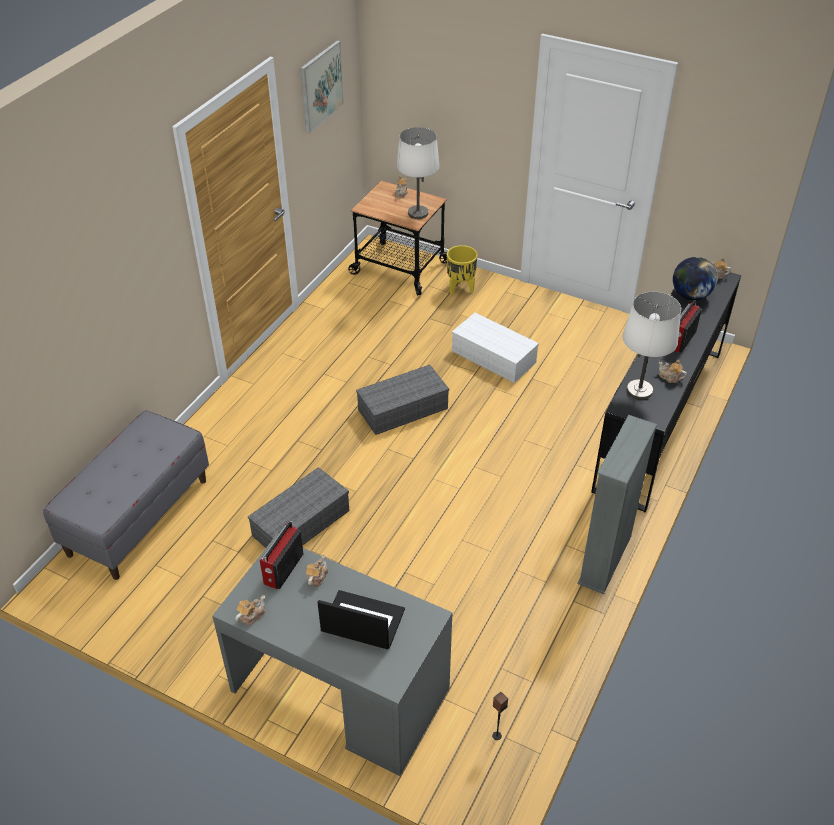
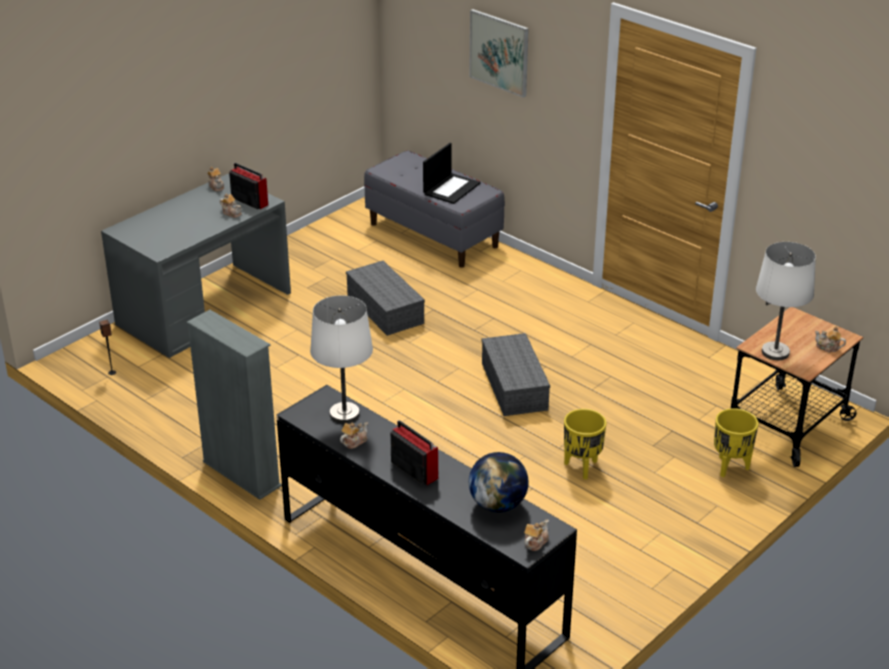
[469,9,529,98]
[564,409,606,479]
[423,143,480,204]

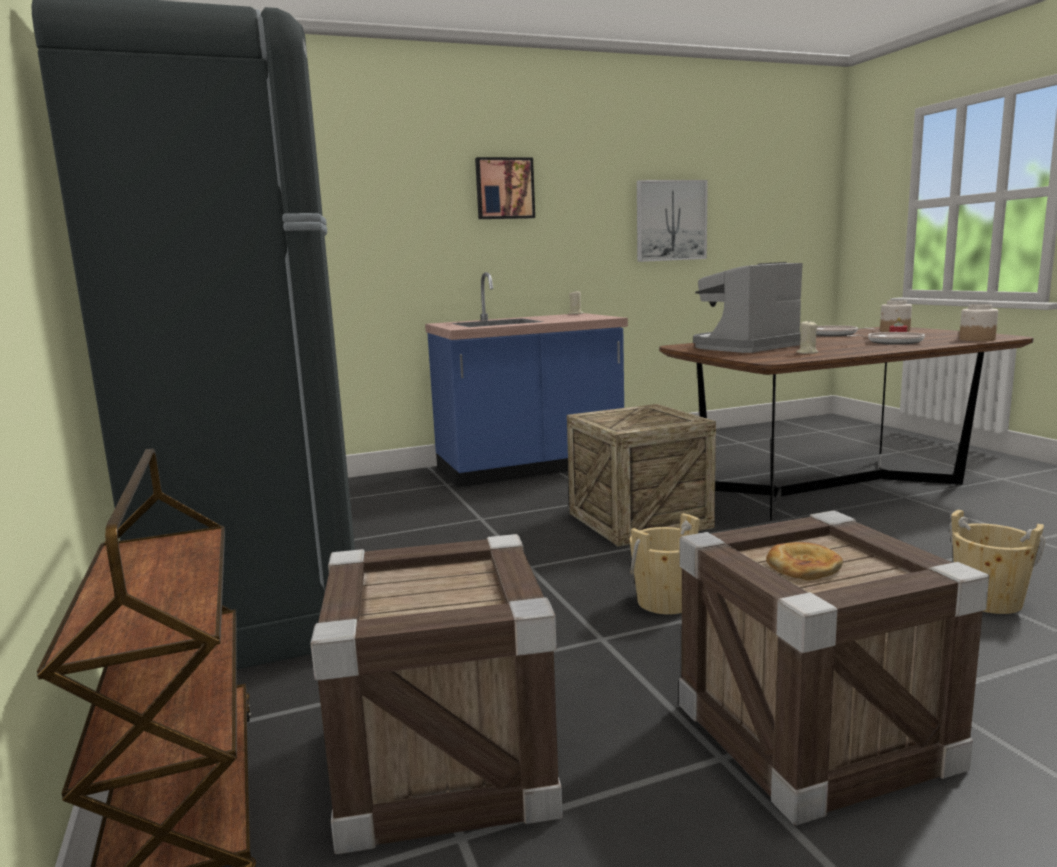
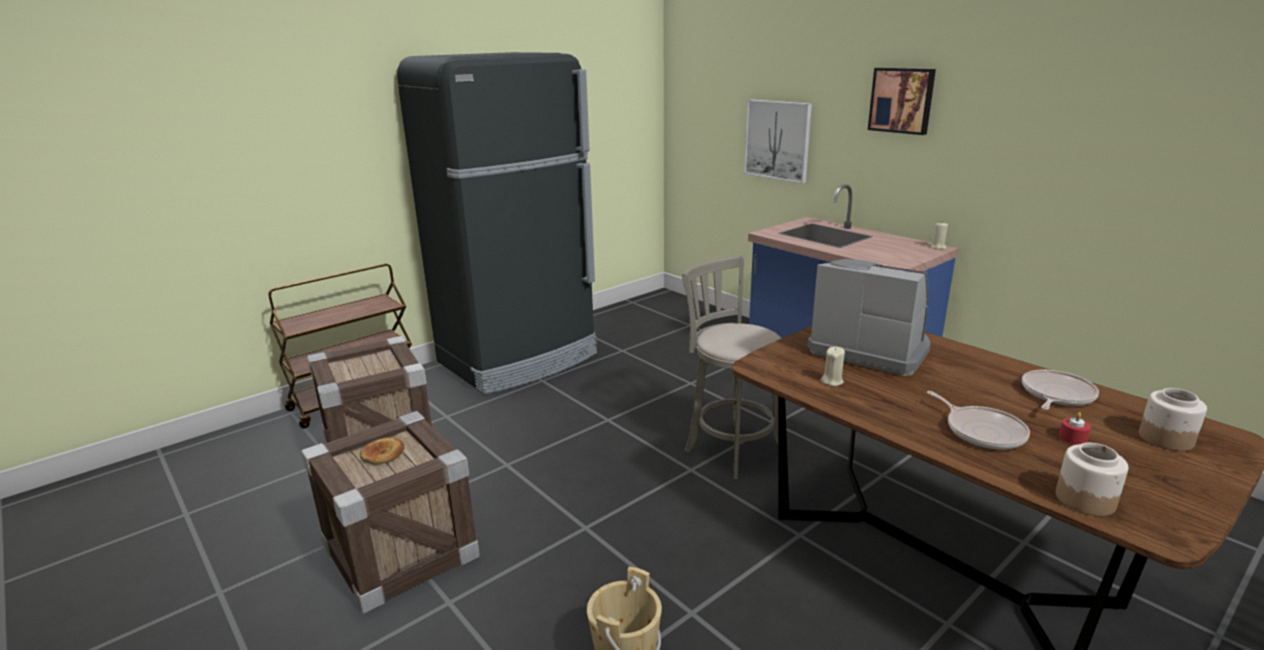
[744,99,812,184]
[682,255,782,480]
[629,513,700,614] (first image)

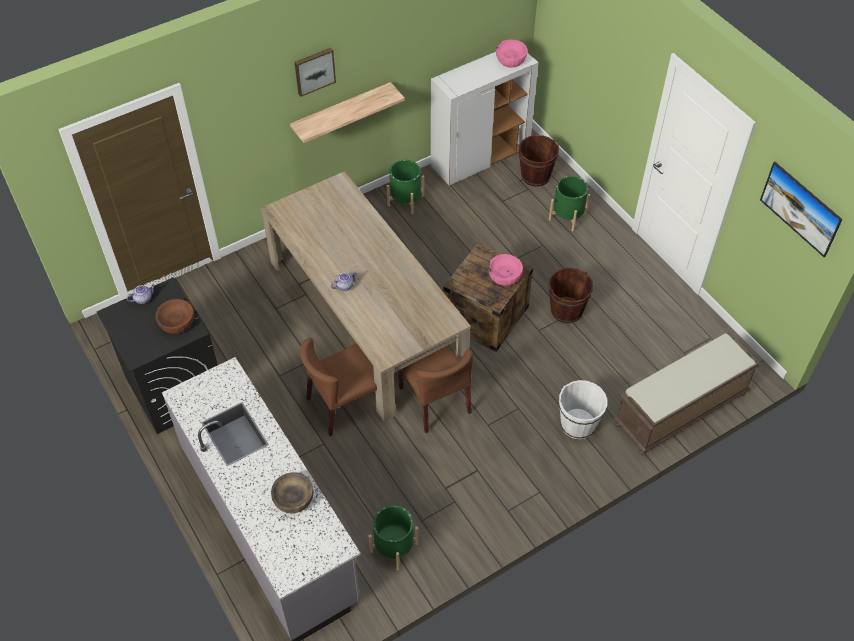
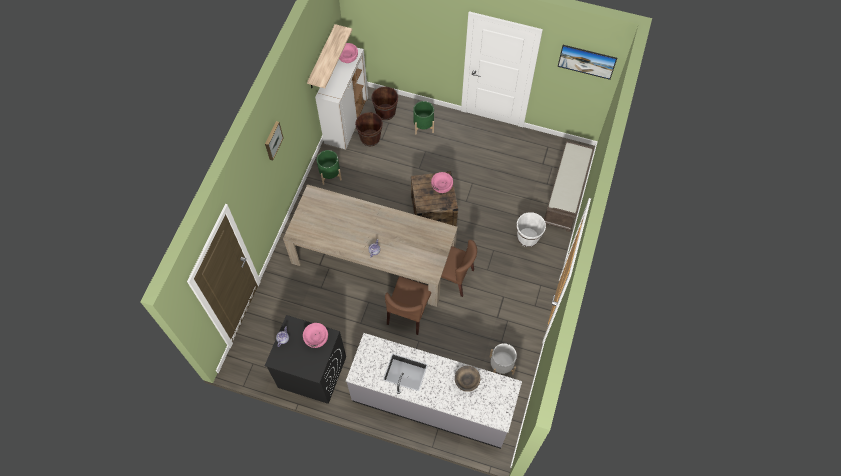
[307,24,352,88]
[355,112,383,146]
[303,323,328,348]
[490,343,517,375]

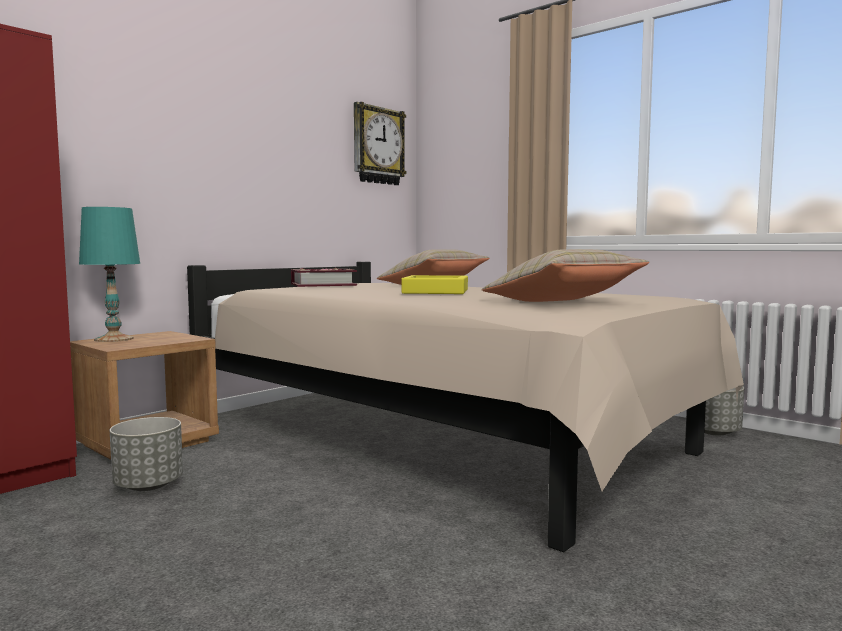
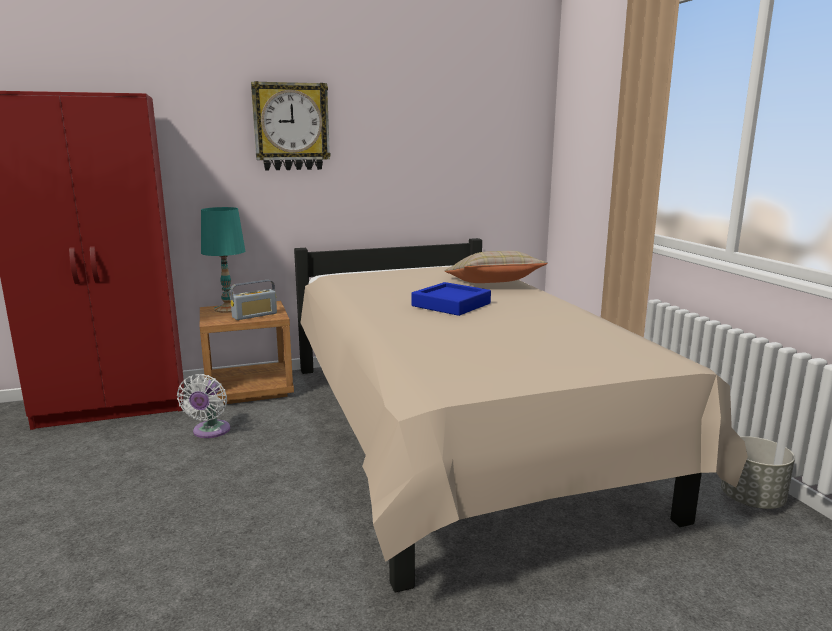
[251,81,331,171]
[482,249,650,302] (first image)
[291,268,357,287] (first image)
[411,282,491,316]
[177,374,230,438]
[230,280,277,320]

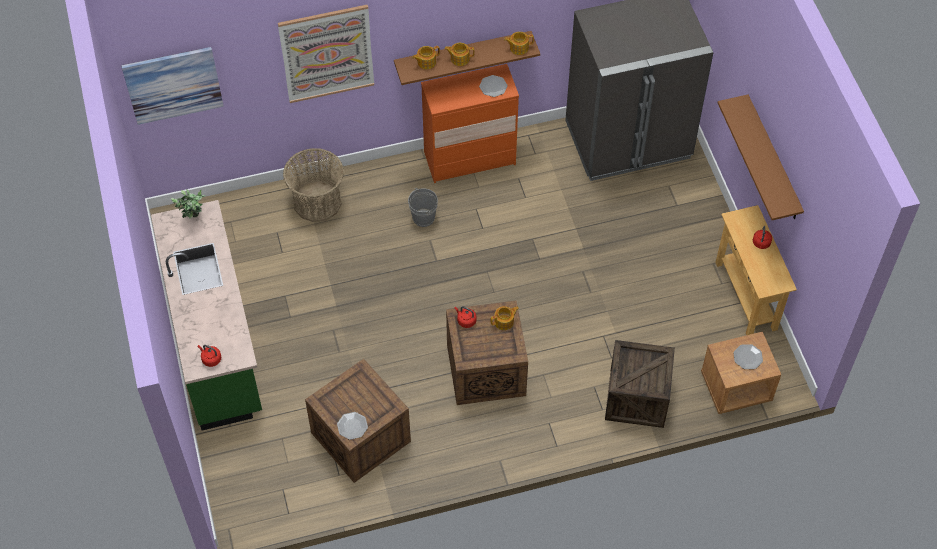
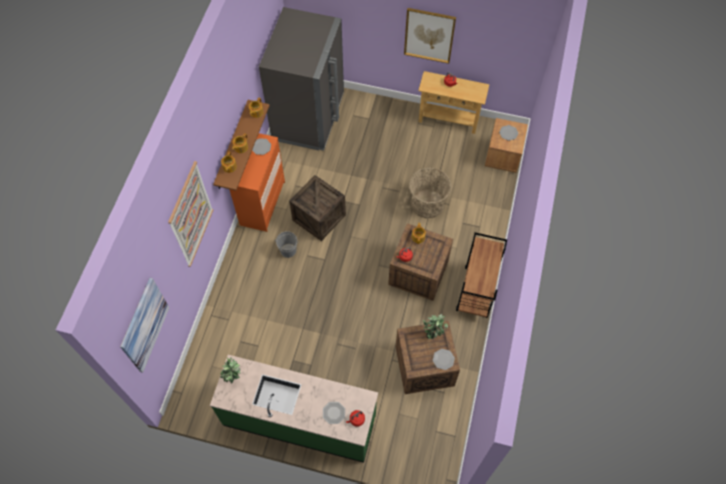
[404,8,456,64]
[409,168,452,218]
[289,175,346,241]
[456,232,507,318]
[423,314,448,339]
[323,402,345,424]

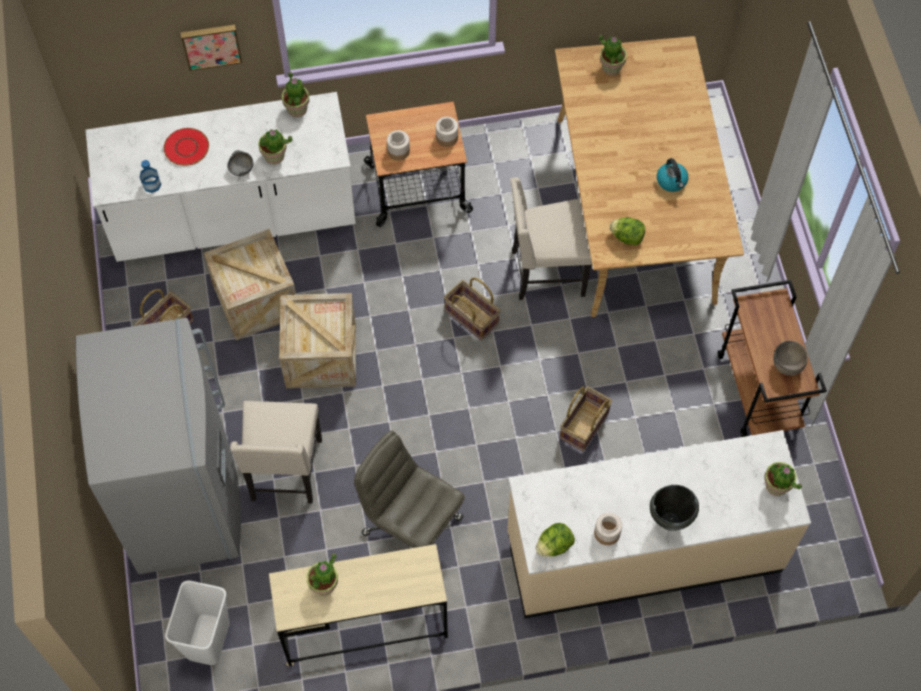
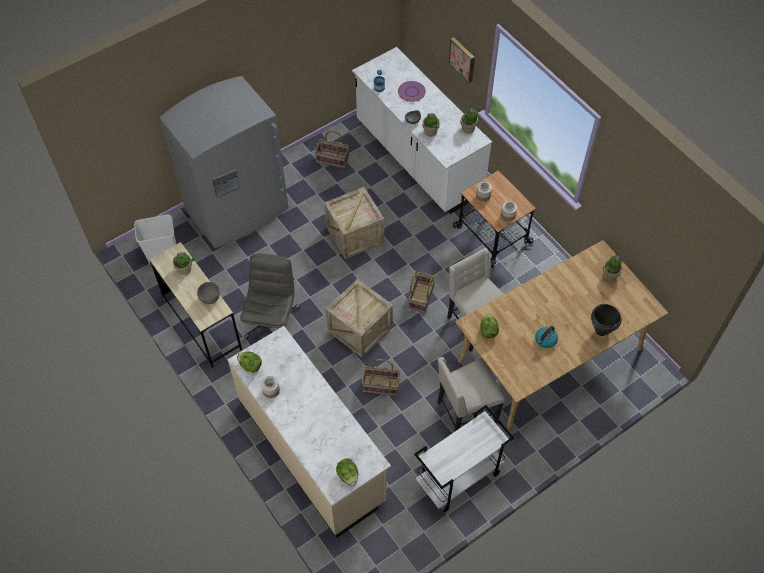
[398,81,426,102]
[326,279,393,358]
[414,405,514,513]
[197,282,220,304]
[437,357,505,433]
[336,458,358,486]
[591,304,621,336]

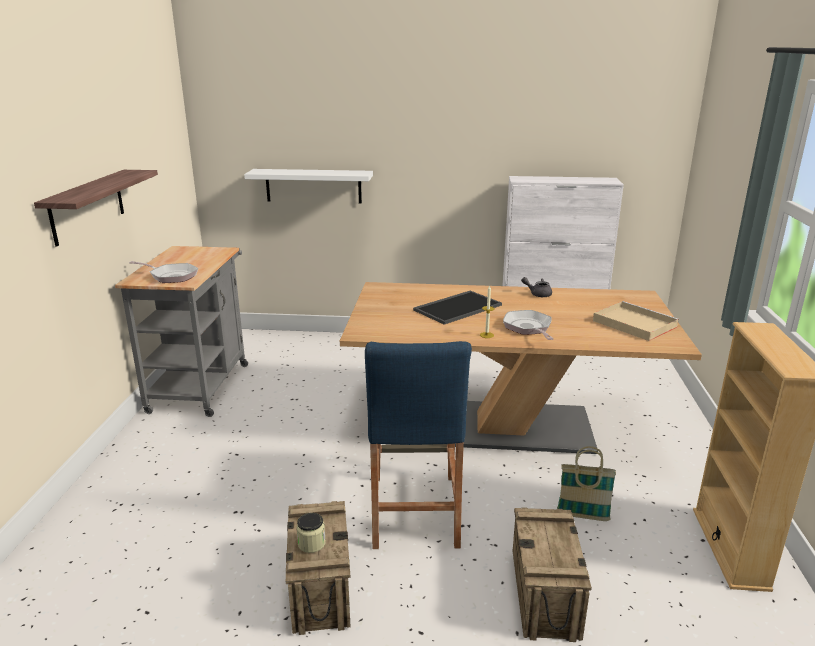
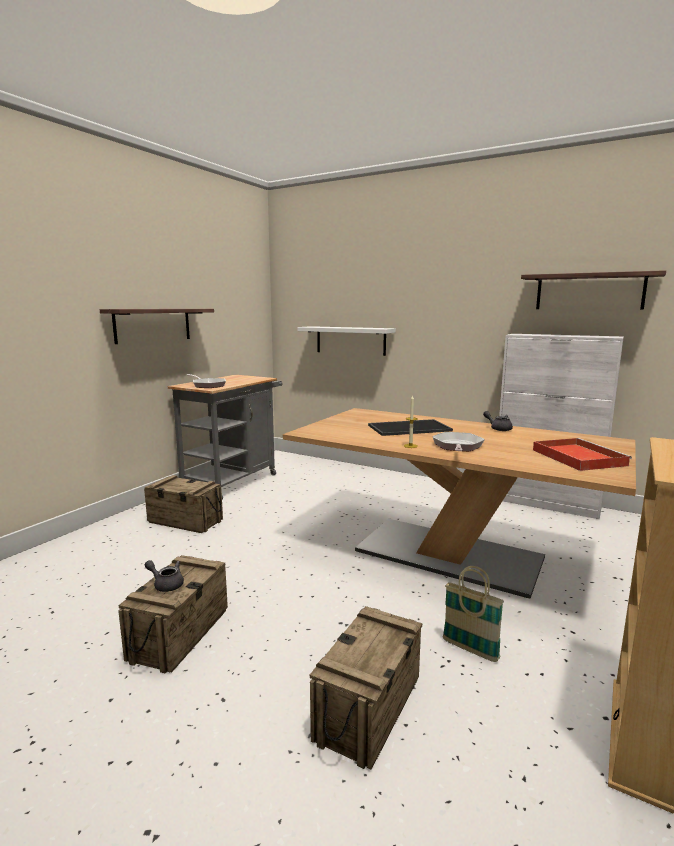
[533,438,632,471]
[365,341,472,549] (first image)
[145,560,184,592]
[521,270,666,309]
[144,475,223,533]

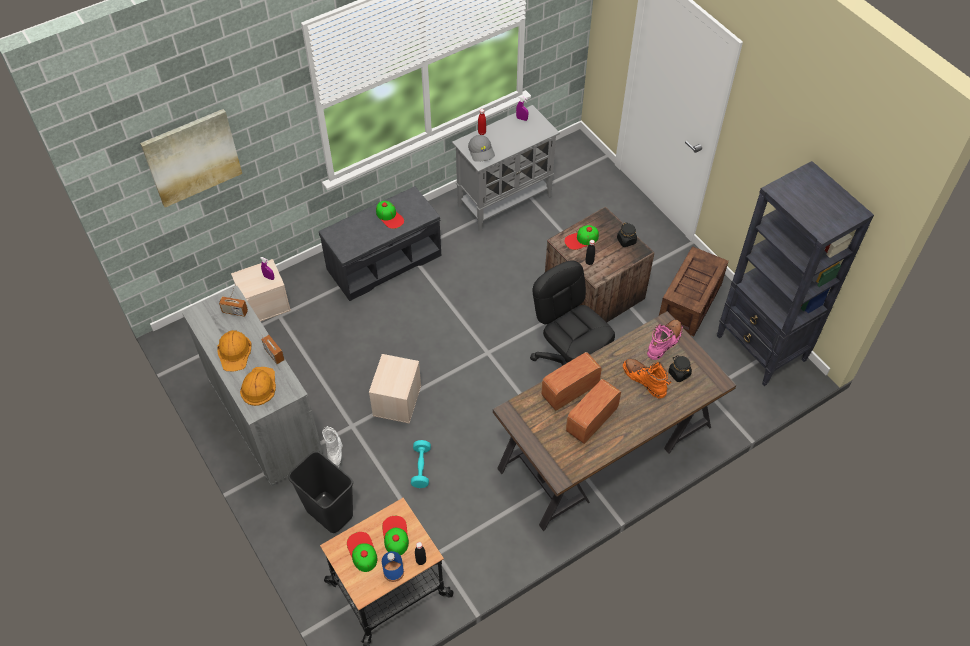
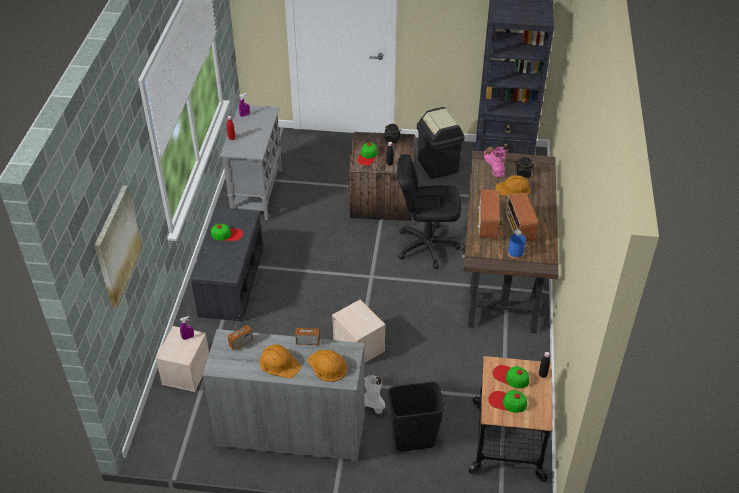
[468,135,495,162] (first image)
[417,107,464,179]
[495,175,531,196]
[411,440,431,488] (first image)
[508,230,526,260]

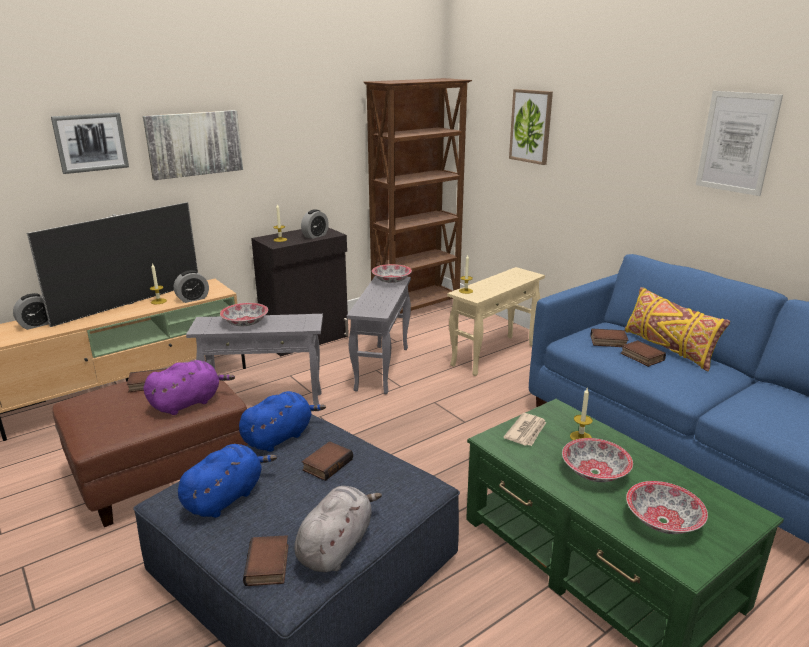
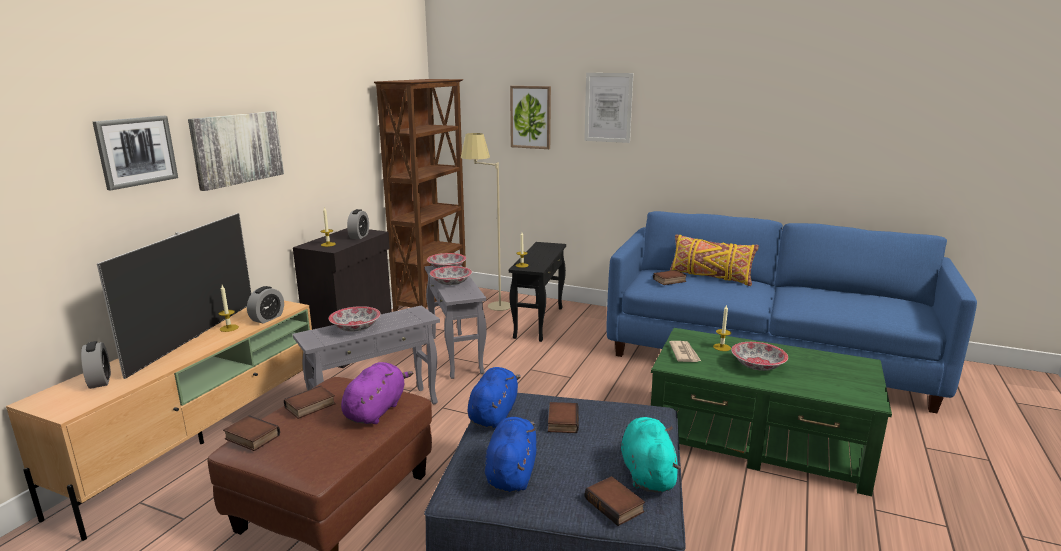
[584,73,633,143]
[509,242,566,342]
[81,341,111,389]
[223,415,280,451]
[430,266,472,285]
[621,417,681,492]
[461,133,511,311]

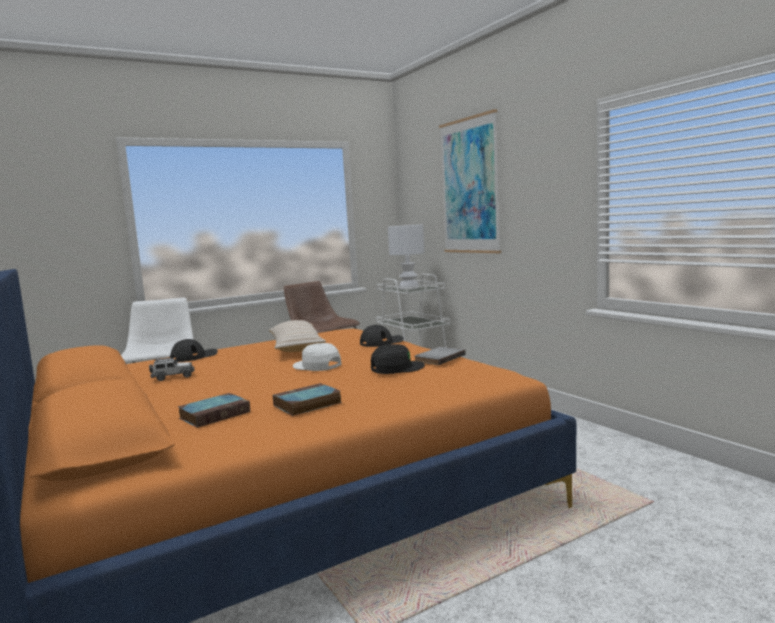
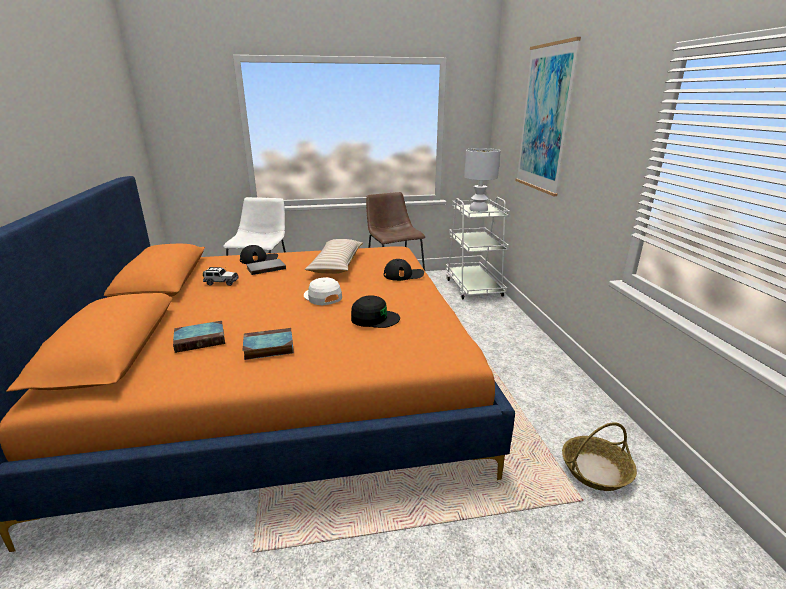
[246,259,286,275]
[562,422,637,491]

